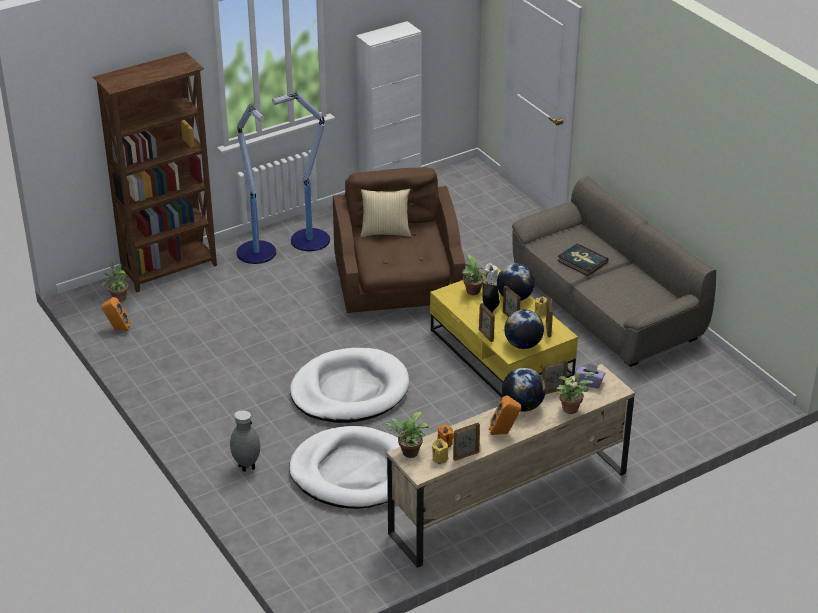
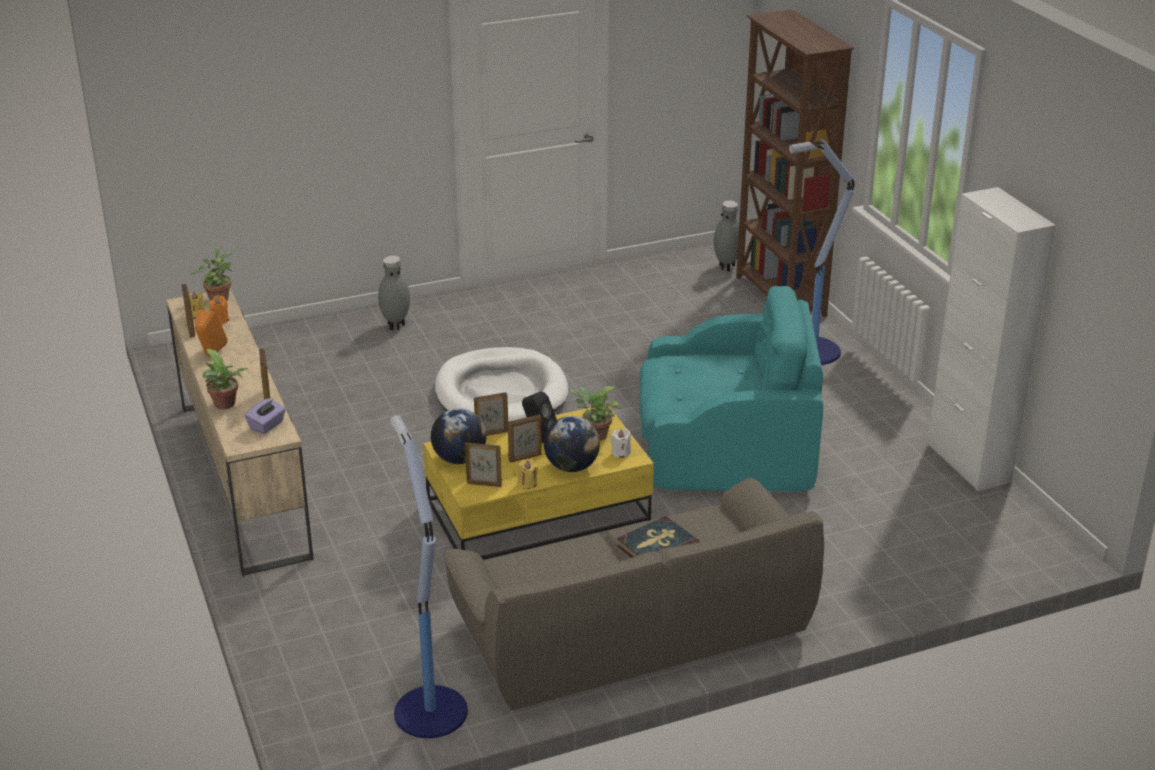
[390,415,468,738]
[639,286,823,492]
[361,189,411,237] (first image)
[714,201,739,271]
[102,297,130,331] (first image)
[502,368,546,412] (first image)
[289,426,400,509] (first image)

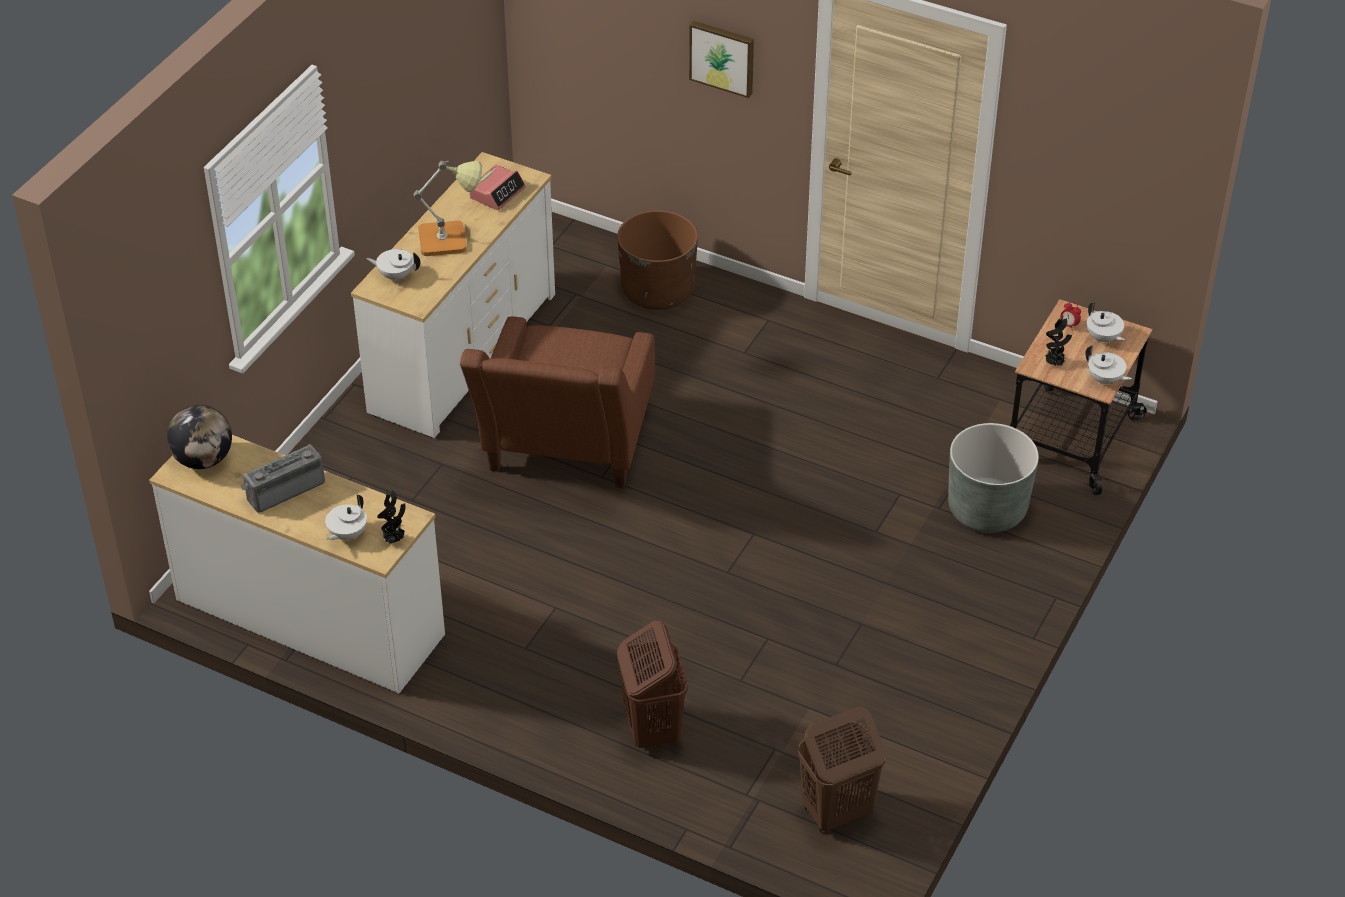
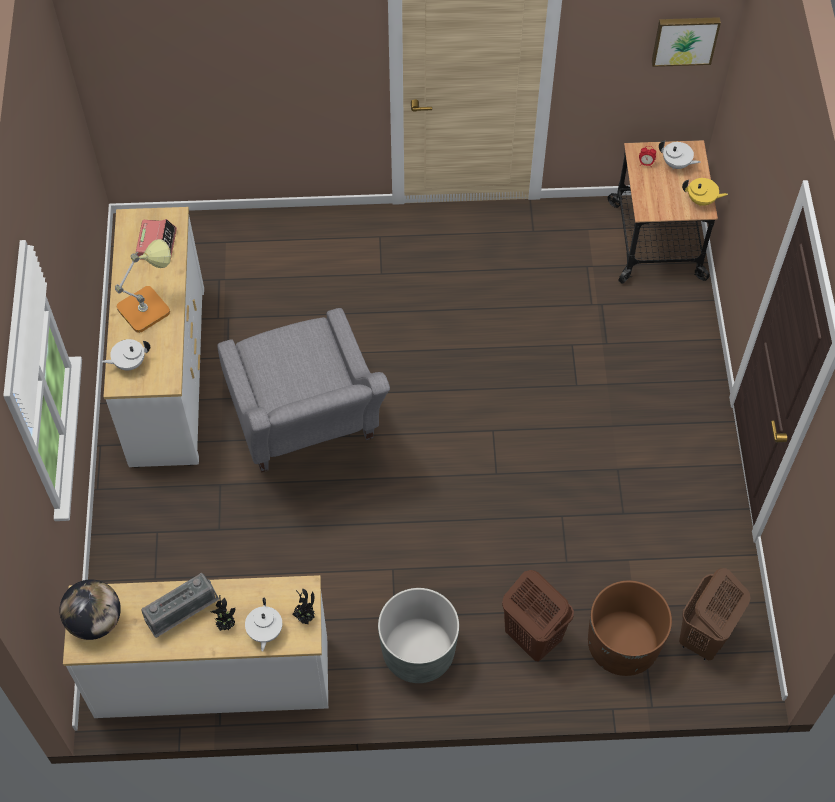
[652,17,721,67]
[588,581,672,676]
[217,308,390,472]
[211,595,235,631]
[682,178,728,206]
[378,588,459,683]
[141,573,219,638]

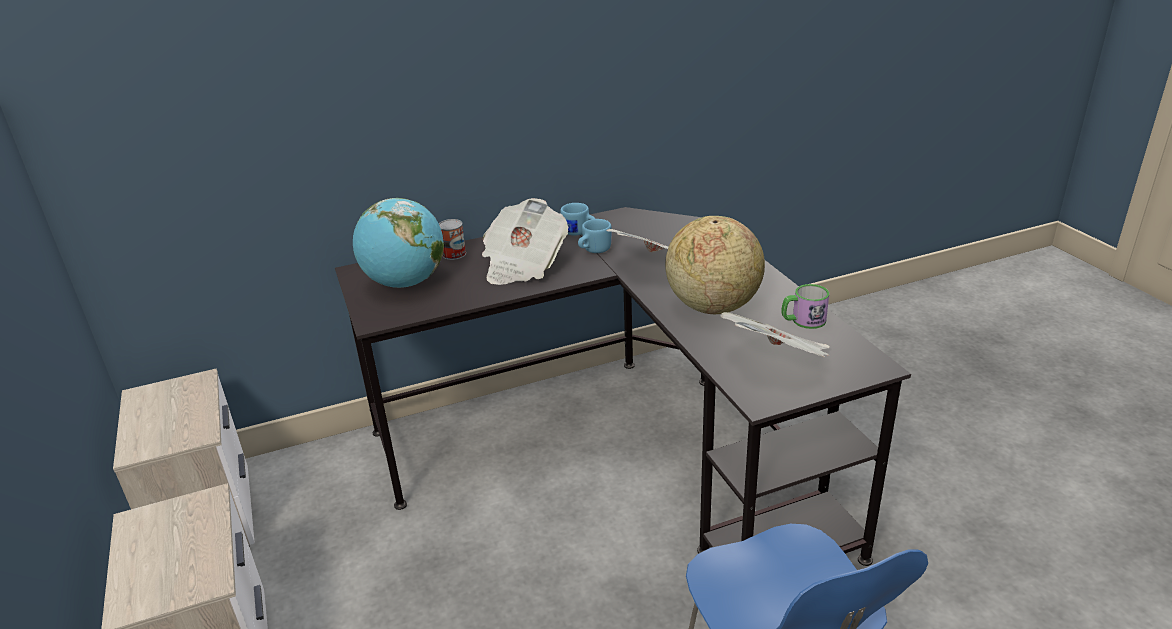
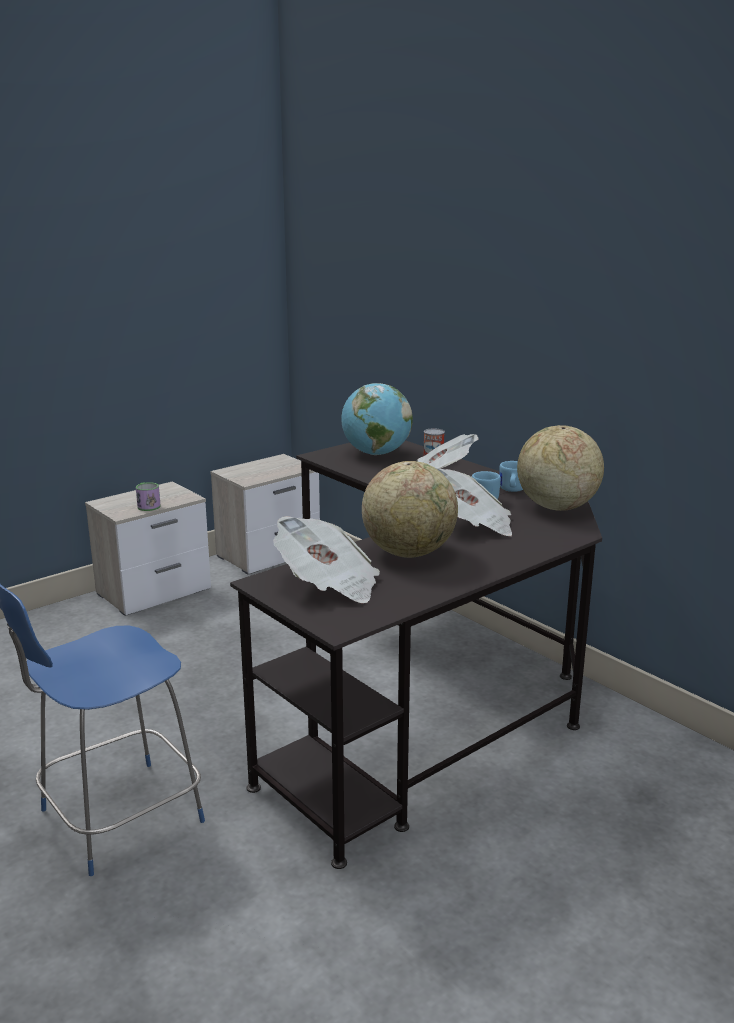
[136,482,161,511]
[517,425,604,511]

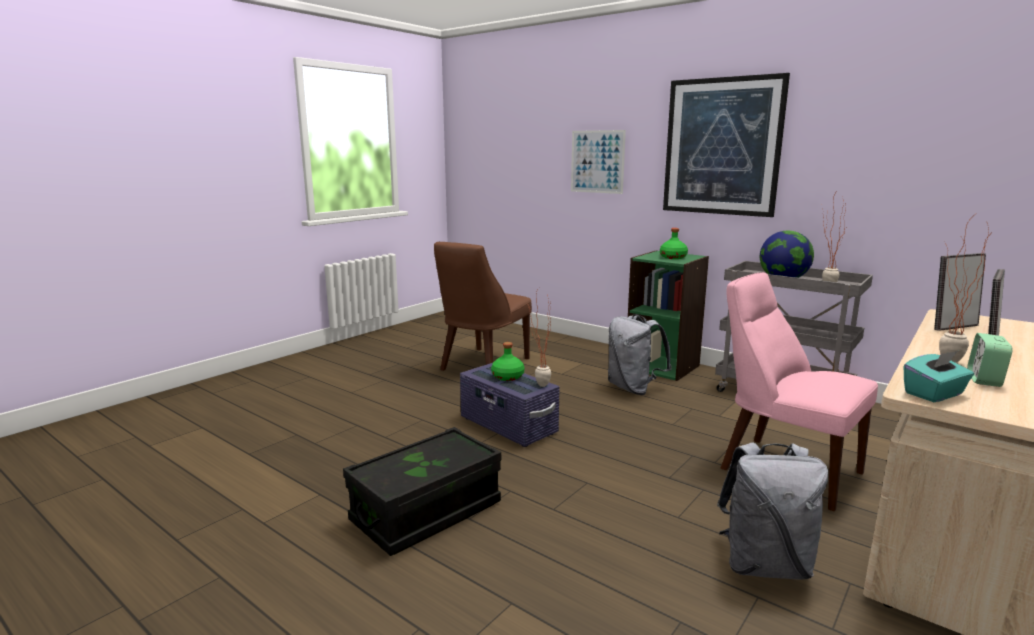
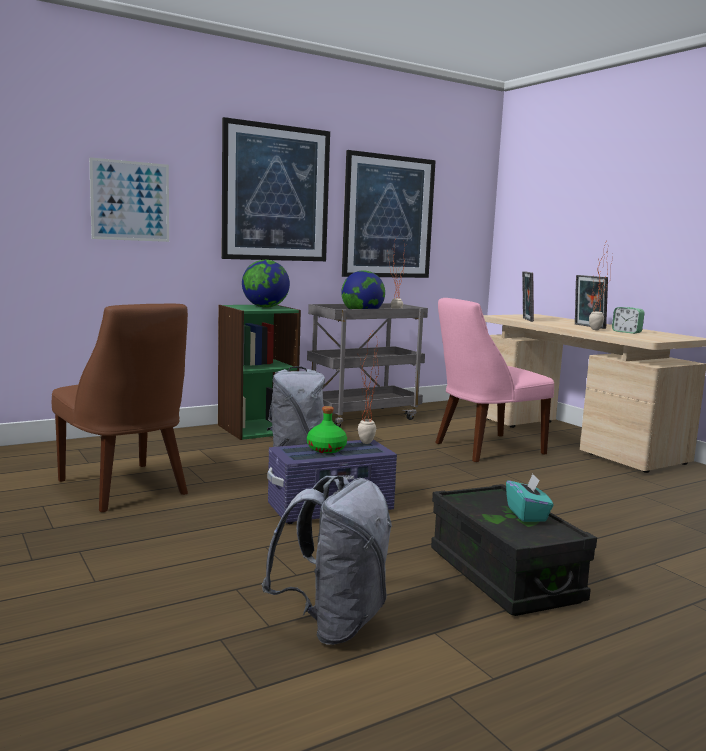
[242,260,290,308]
[506,474,554,522]
[262,476,392,645]
[342,150,436,278]

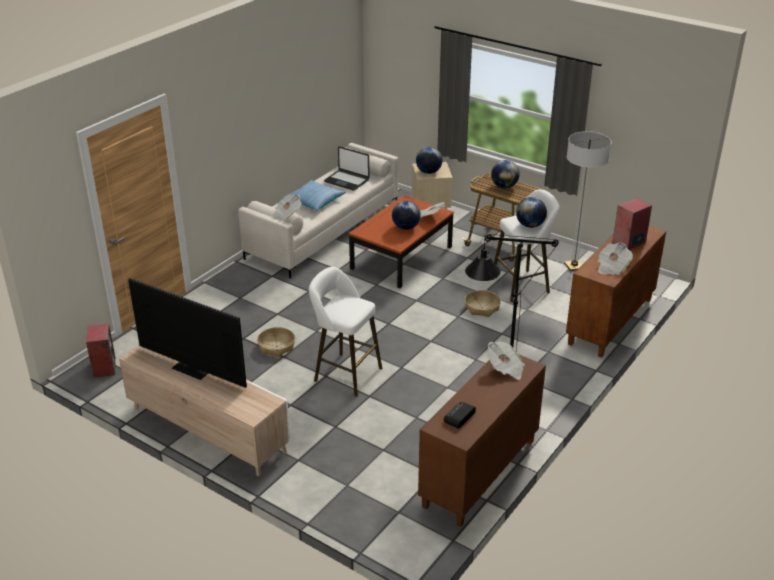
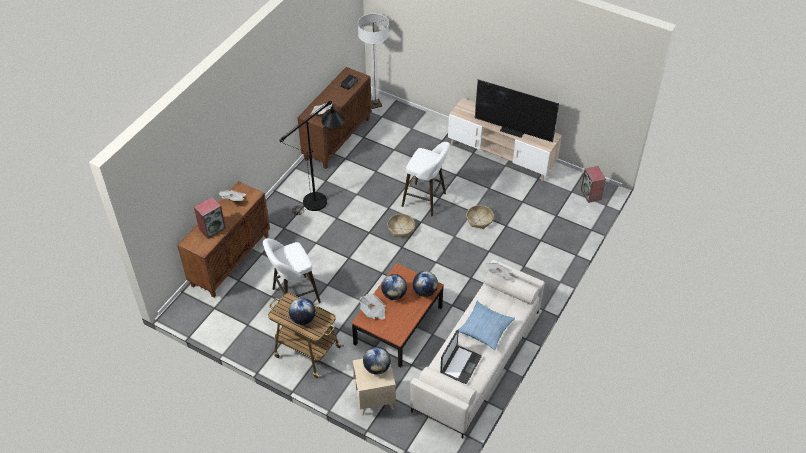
[358,13,389,109]
[440,330,482,384]
[413,271,438,297]
[387,214,415,238]

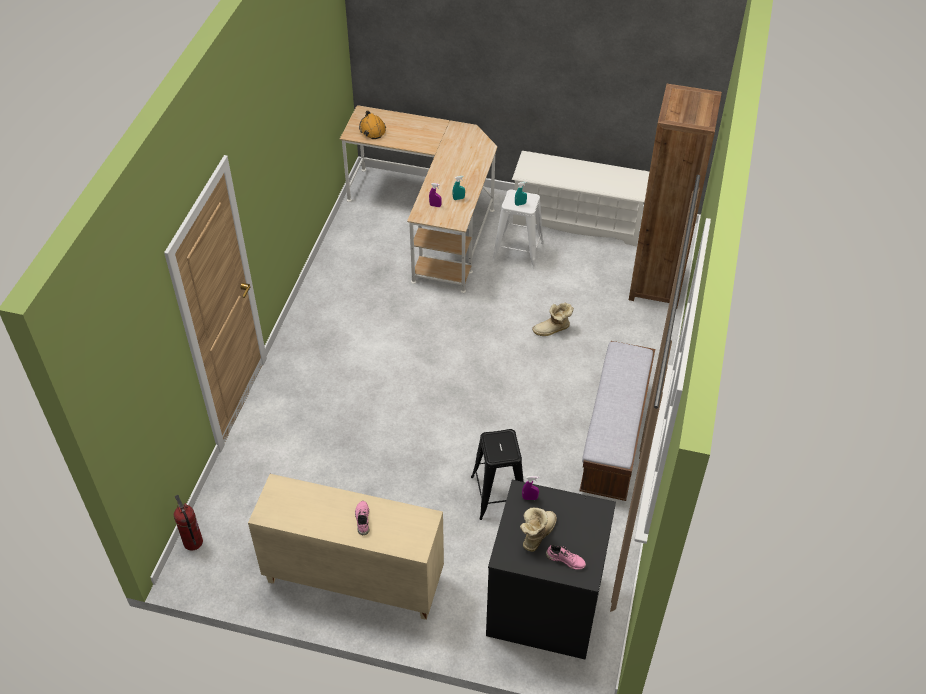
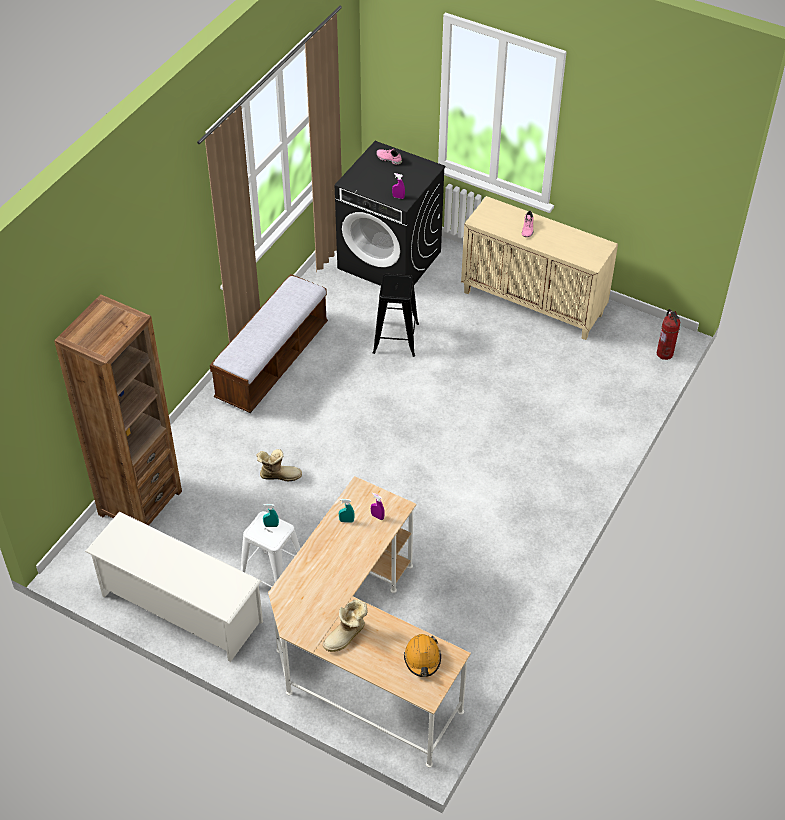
[323,599,368,652]

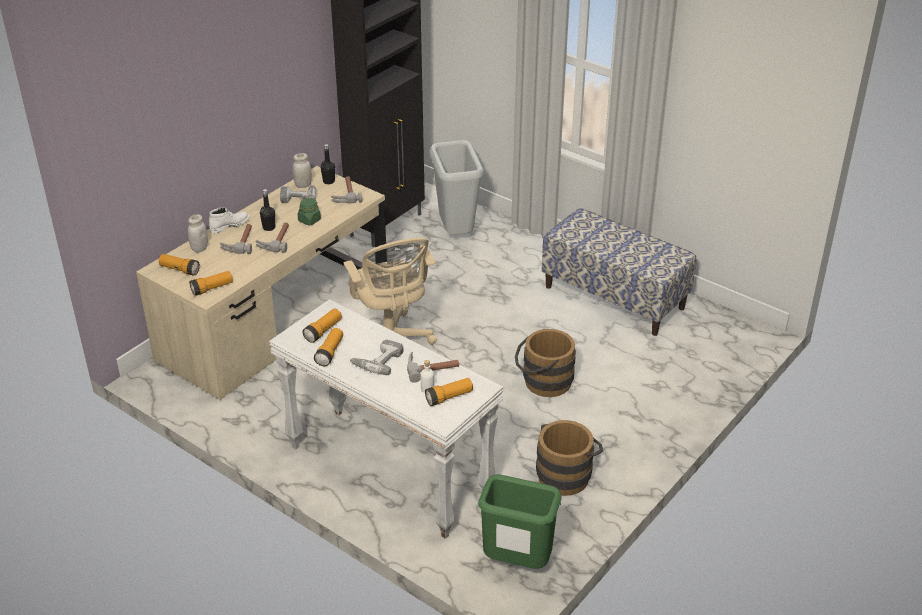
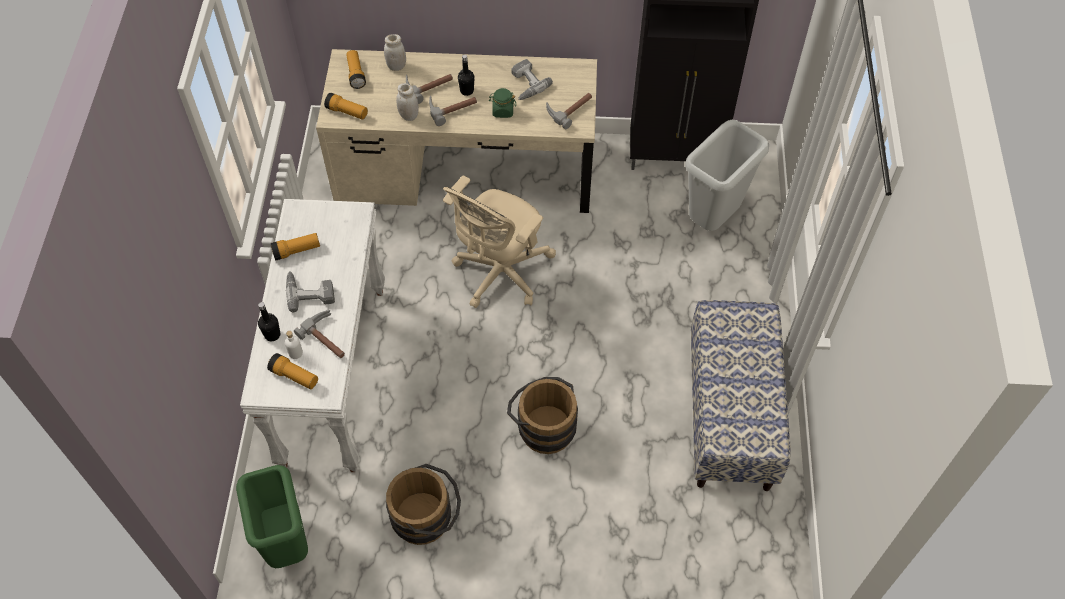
[258,302,281,341]
[396,83,419,121]
[209,207,250,233] (first image)
[303,309,342,343] (first image)

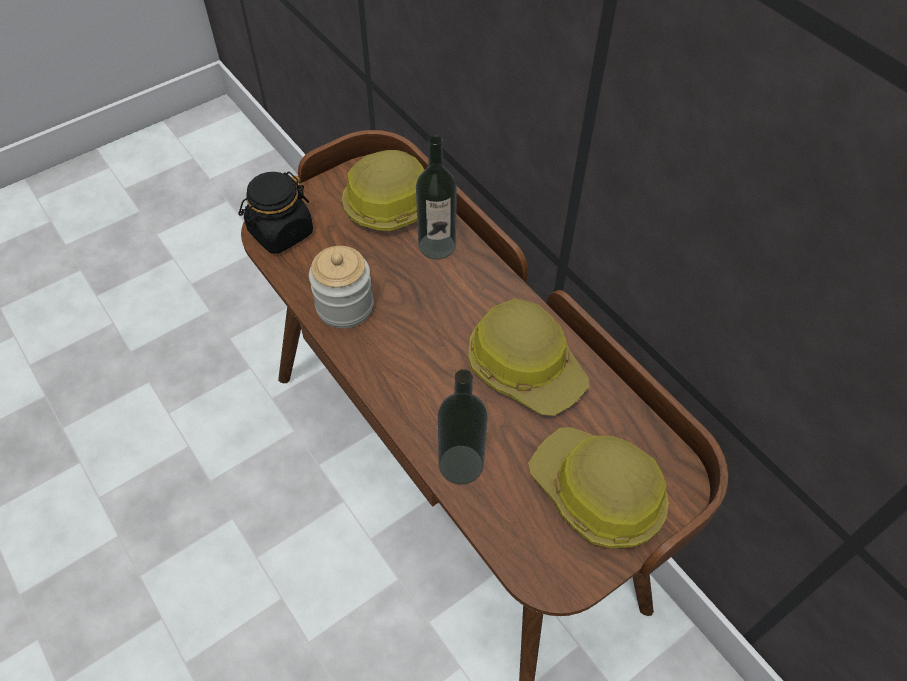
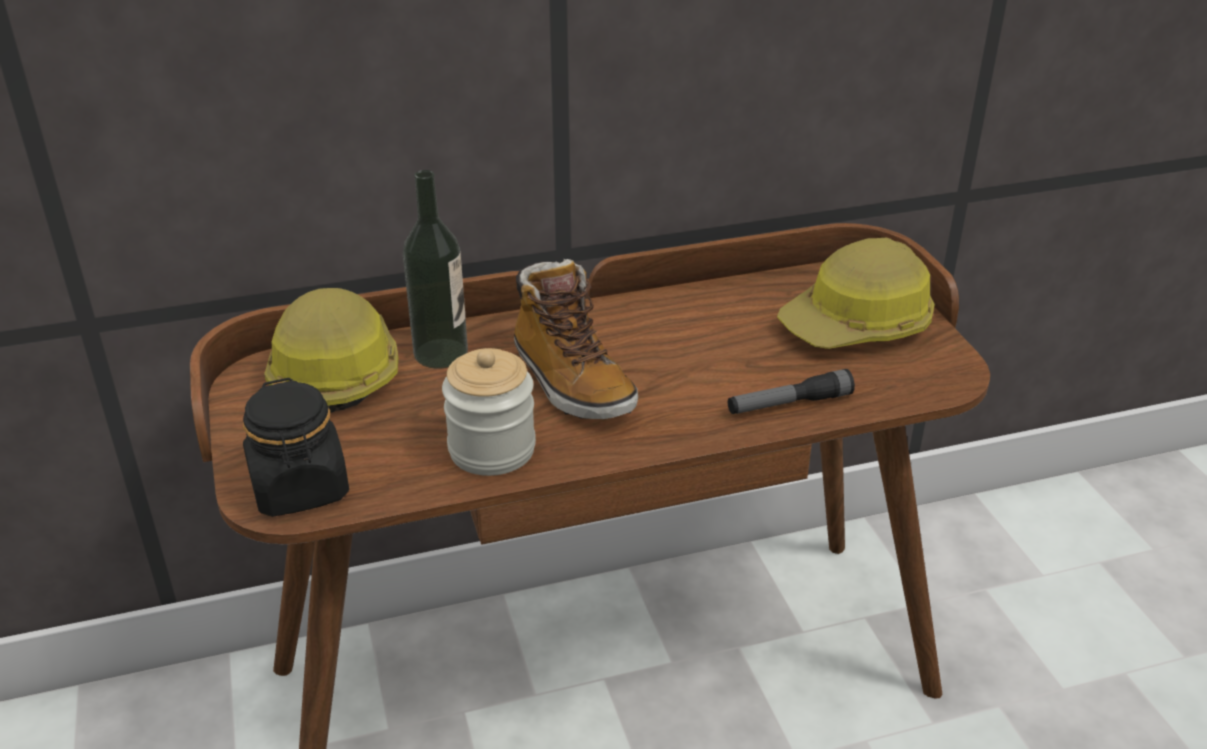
[468,299,589,416] (first image)
[728,369,855,414]
[514,259,638,419]

